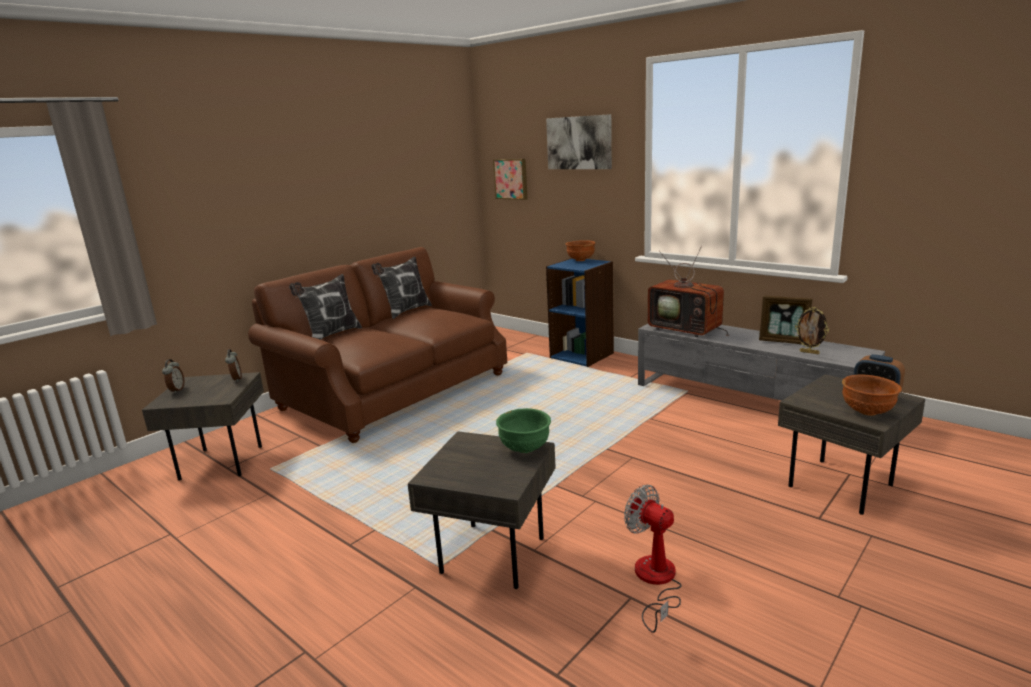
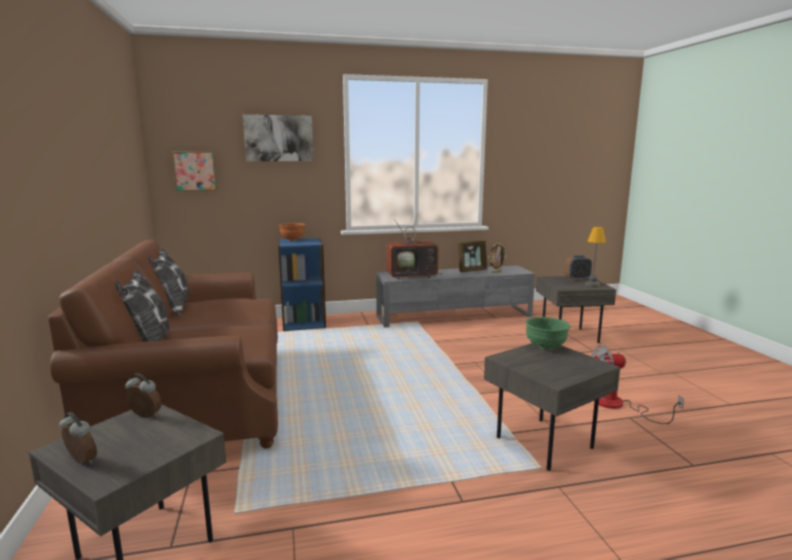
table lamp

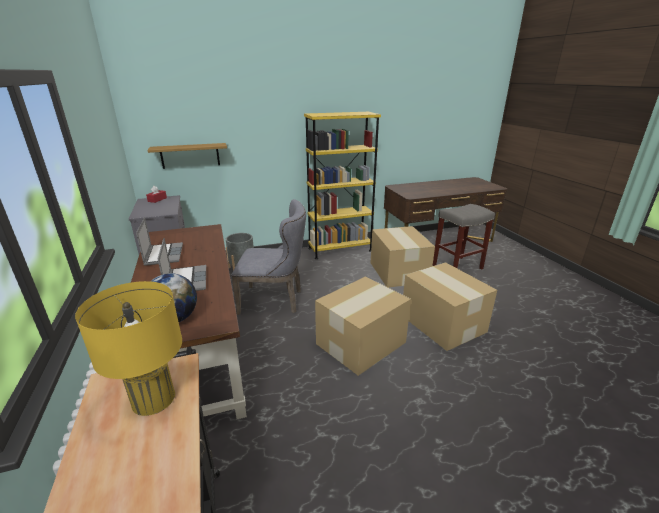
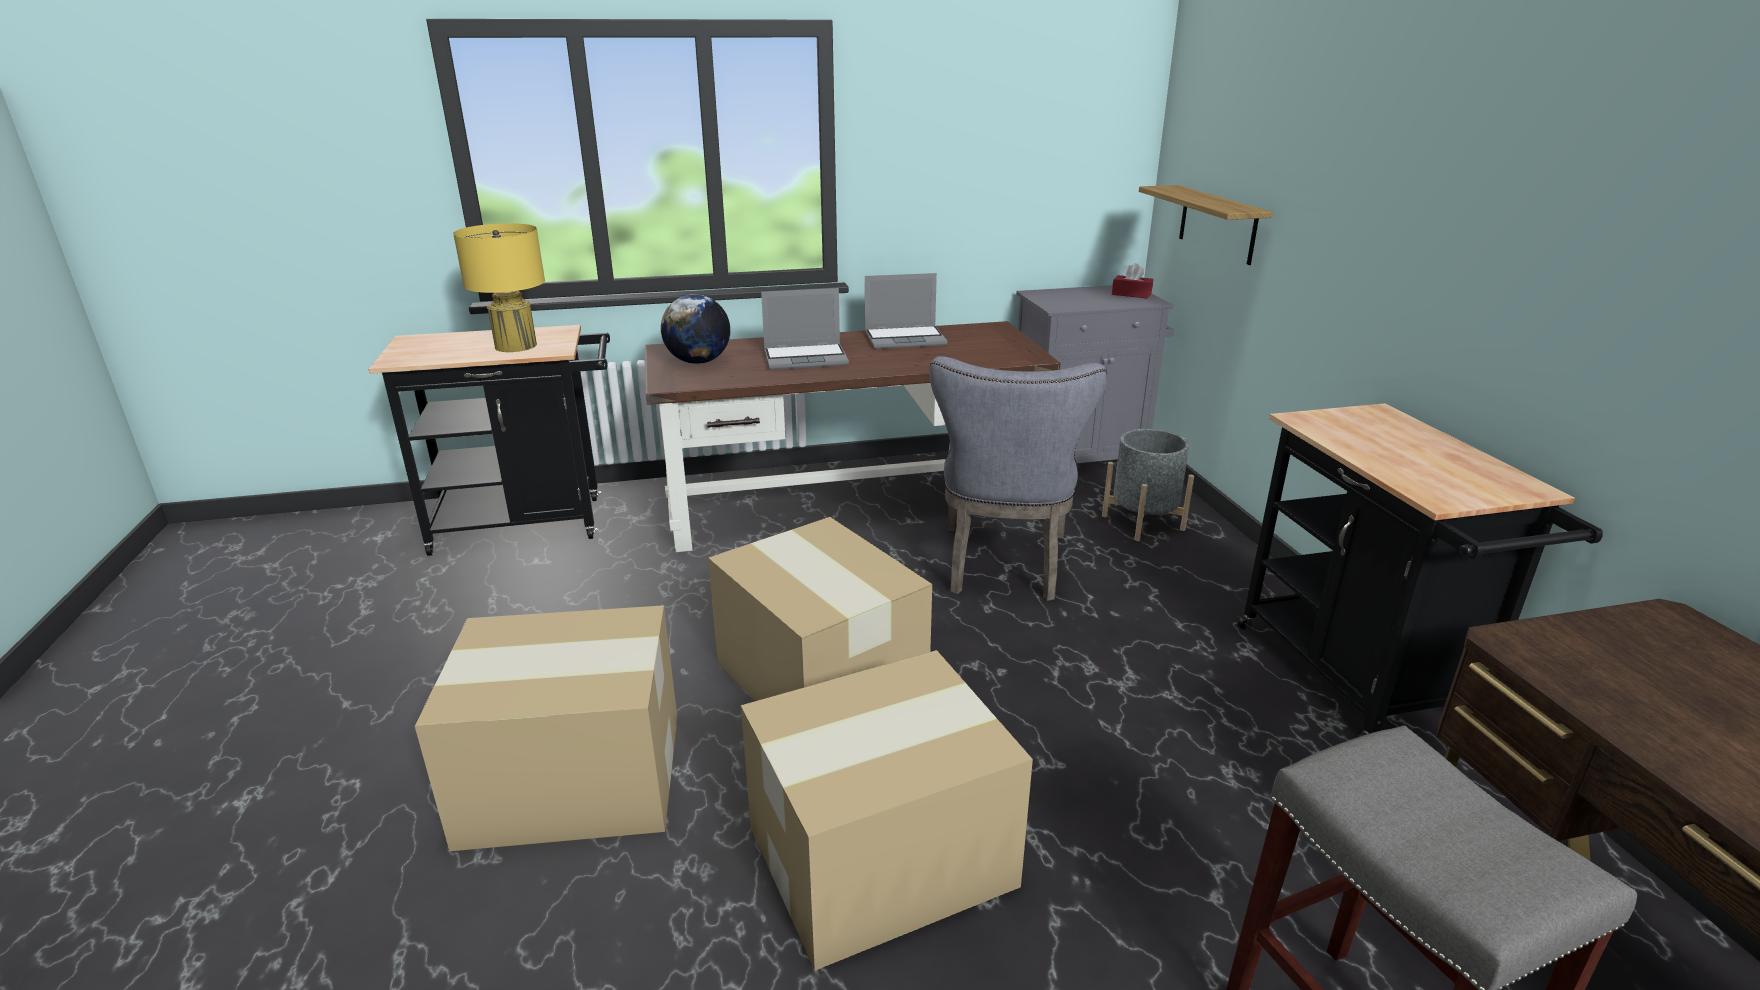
black-coloured trolley (2nd from left)
cardboard box (1st from left)

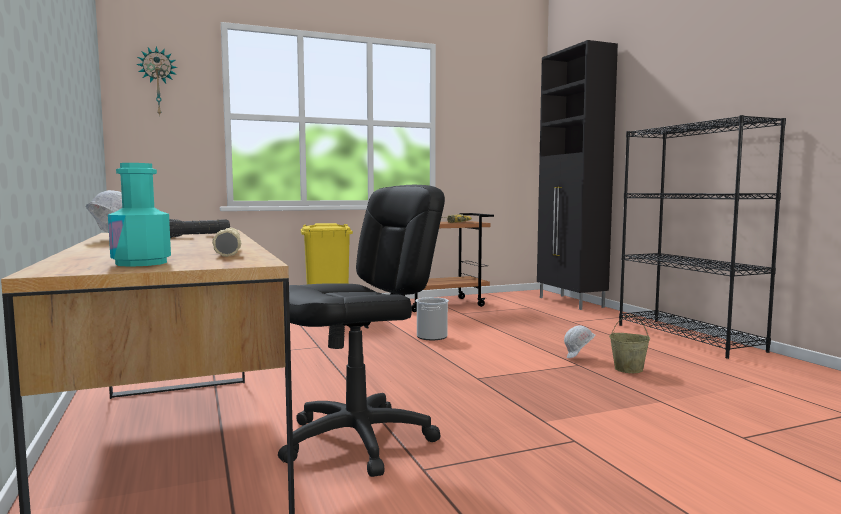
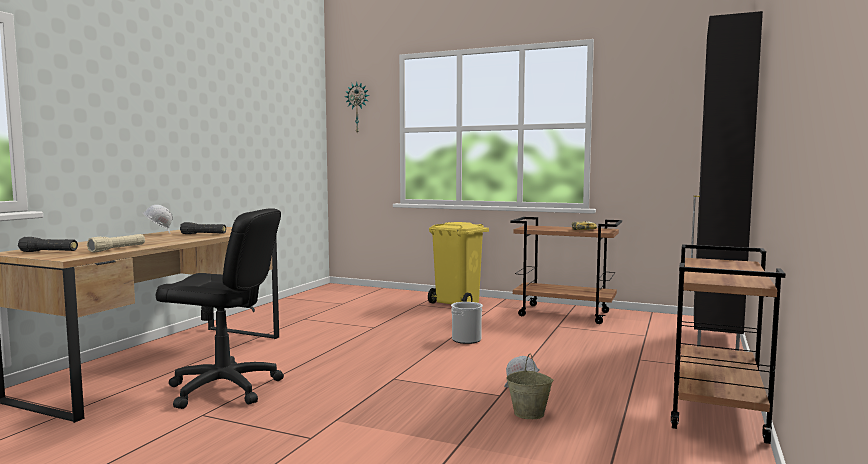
brownish trolley (2nd from left)
black-coloured hand torch (1st from left)

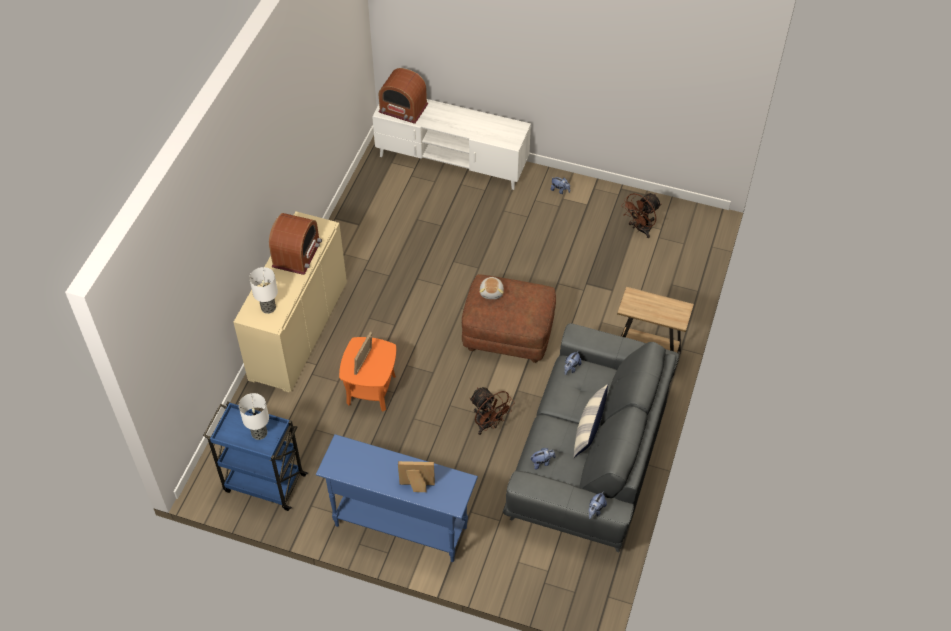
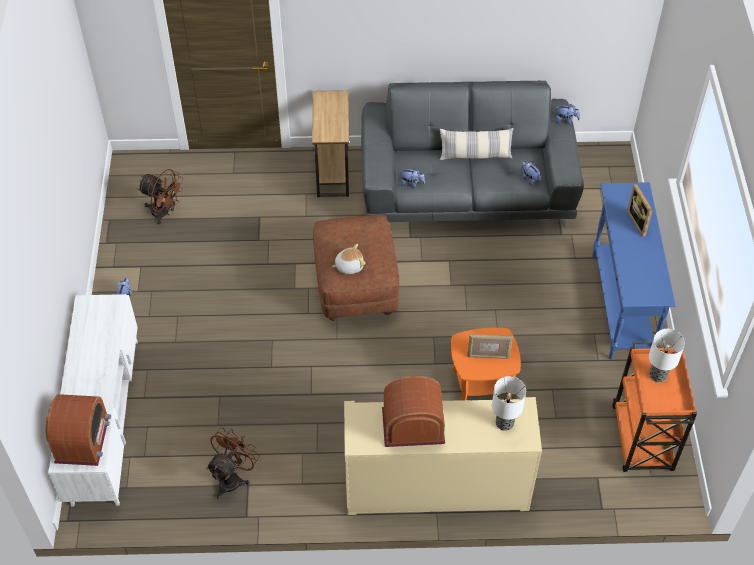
brownish fan (2nd from left)
orangey trolley

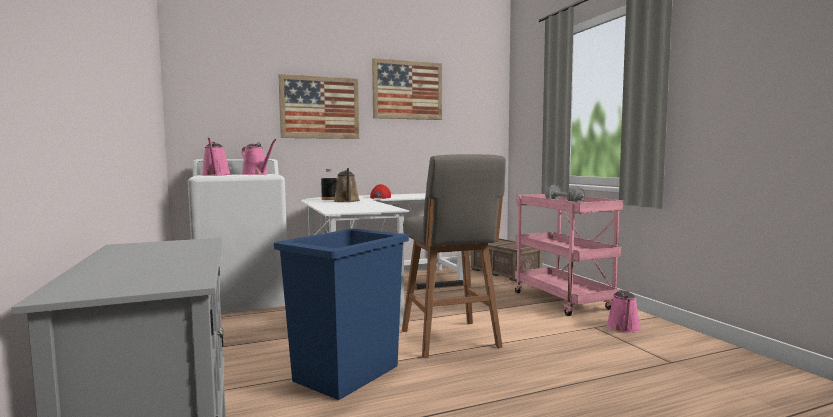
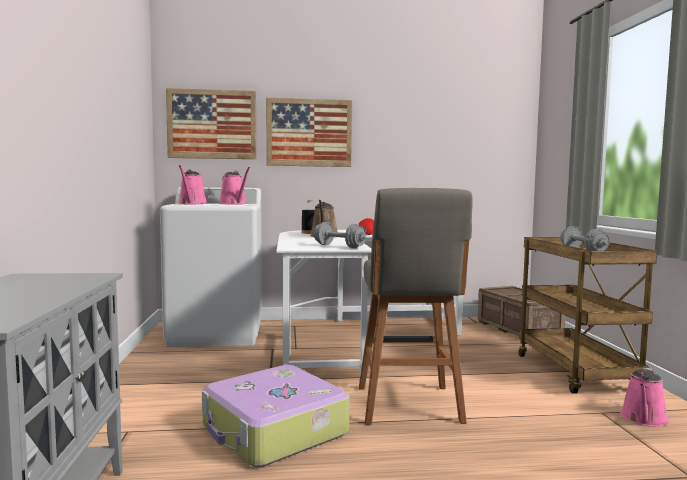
wall art (1st from left)
brownish trolley
piece of luggage
gray free weight (1st from left)

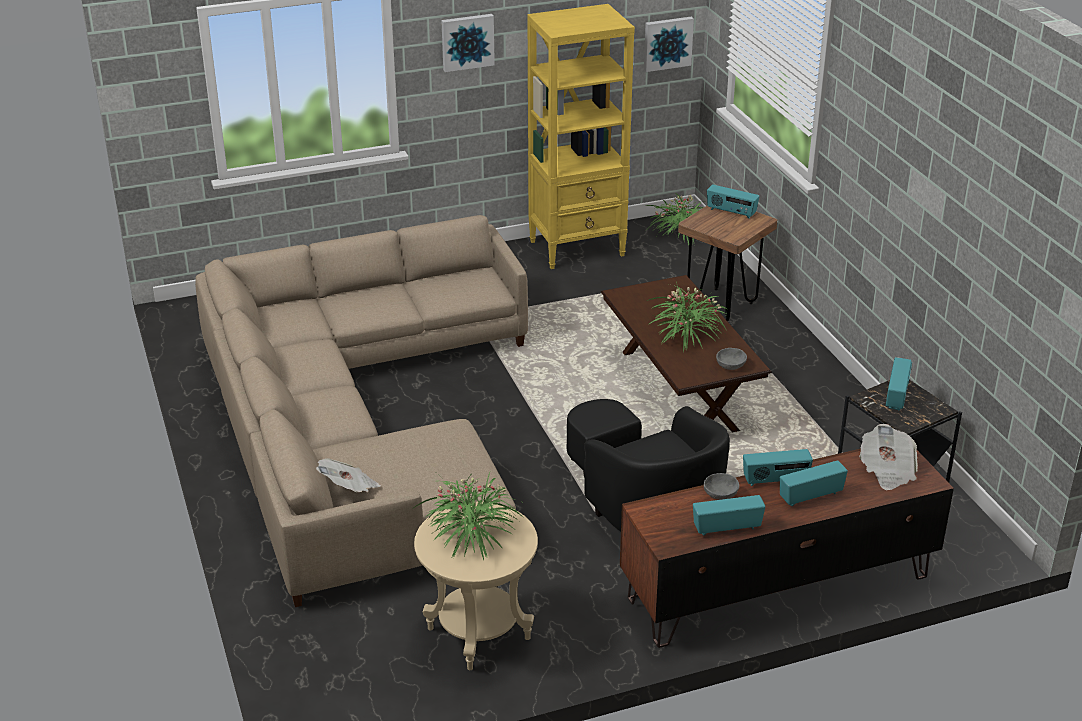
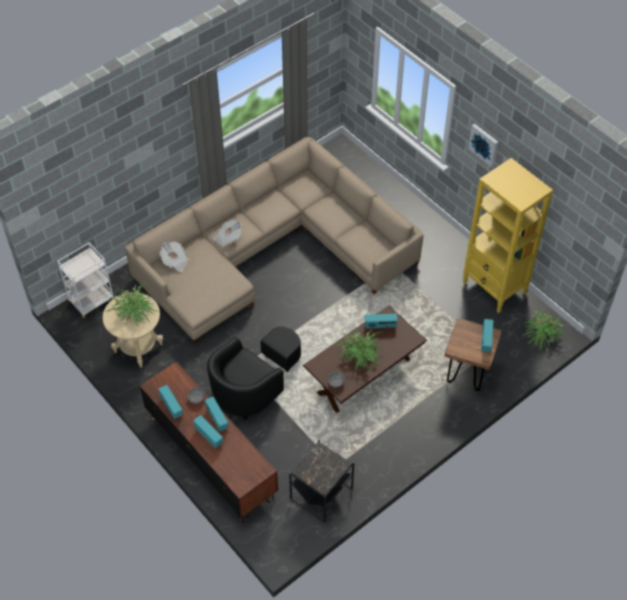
wall art (2nd from left in the first image)
radio receiver (4th from left)
newspaper (2nd from left)
white trolley

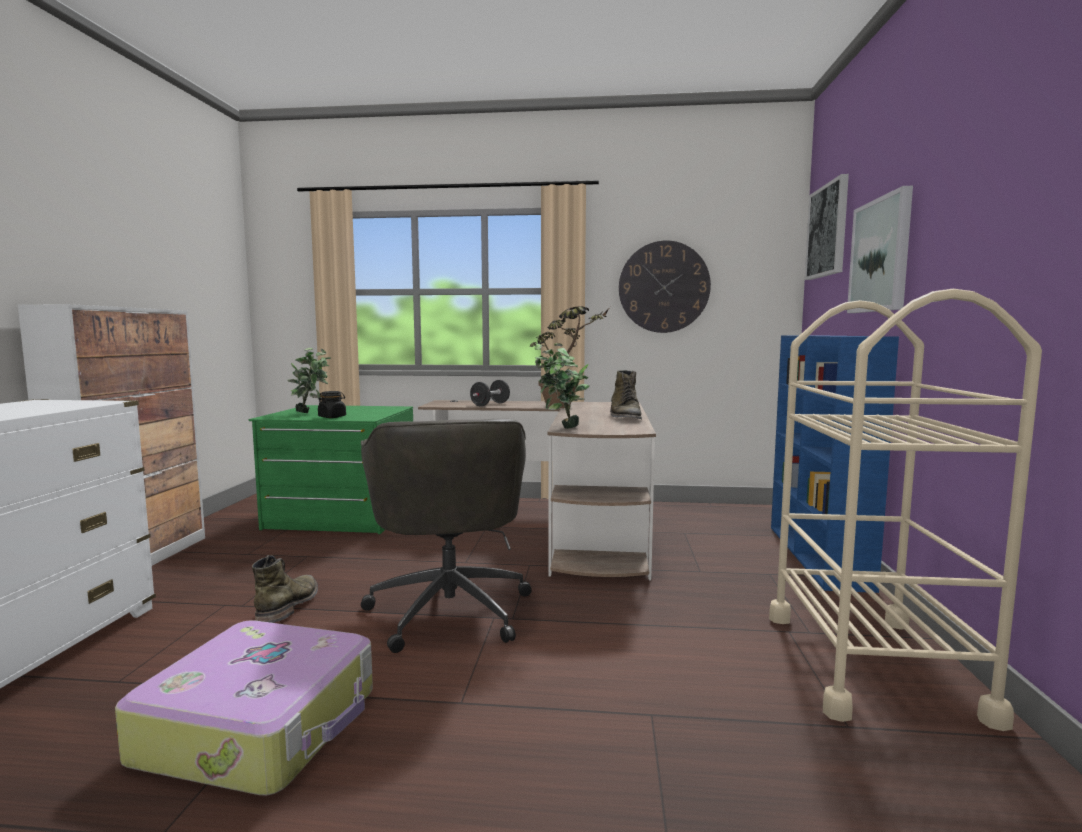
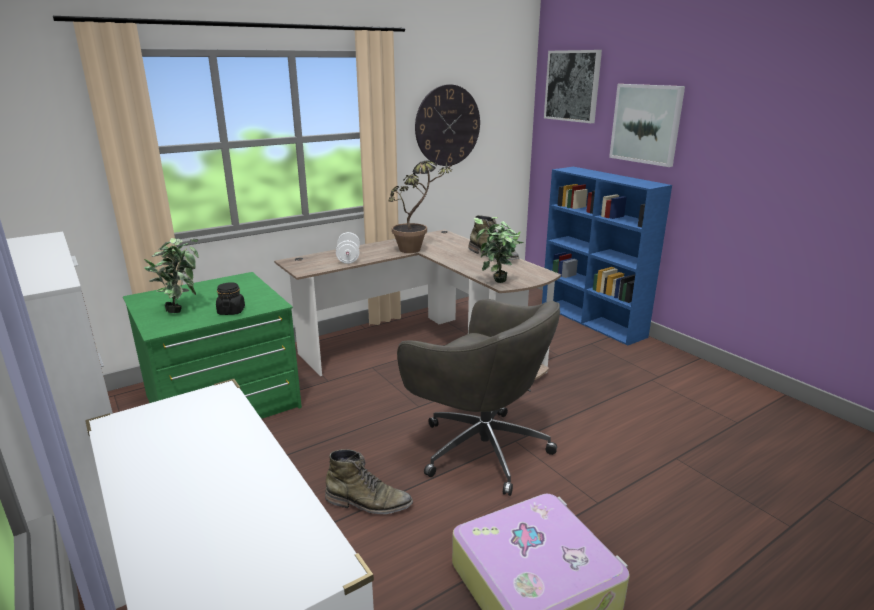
beige trolley
white free weight
green high-top boot (1st from left)

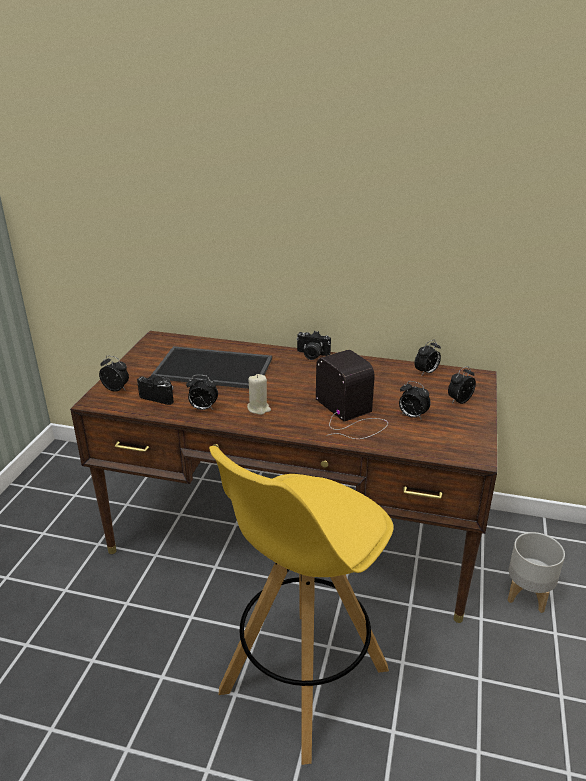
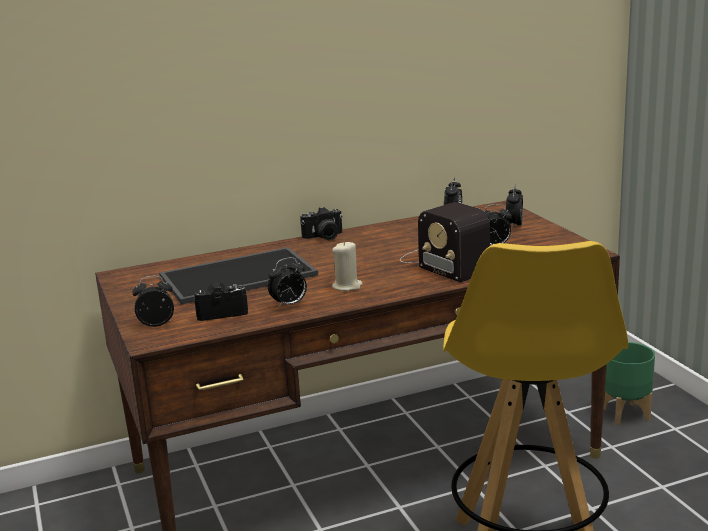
radio receiver
green plant pot

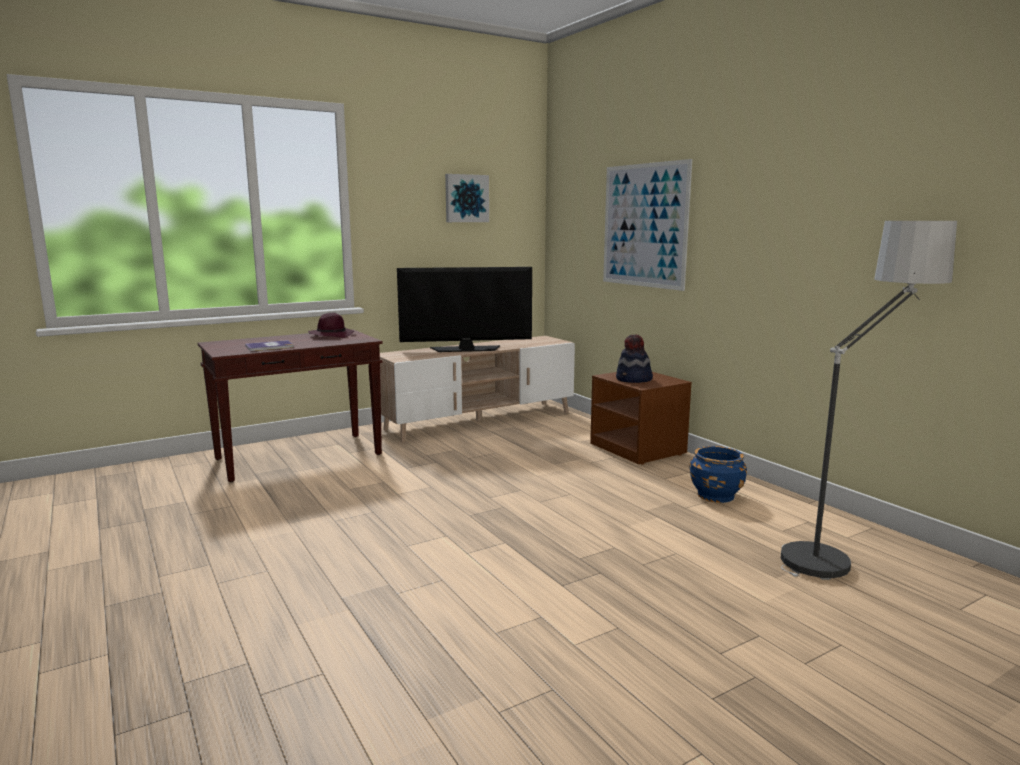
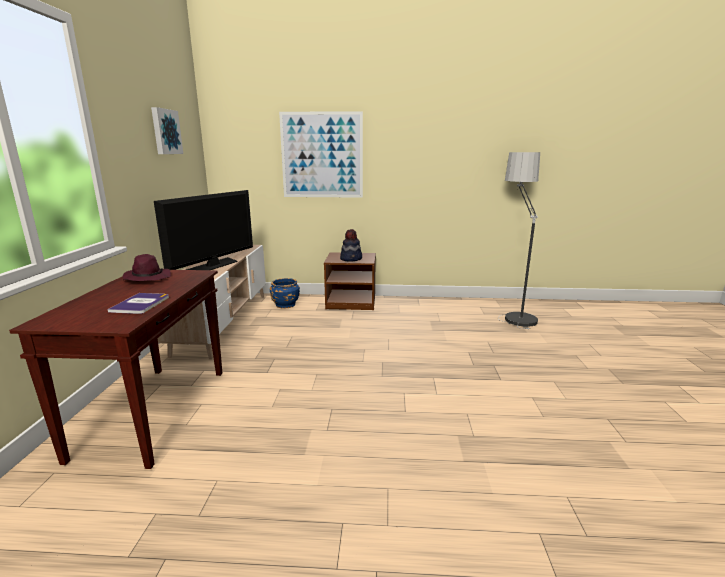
blue-coloured plant pot

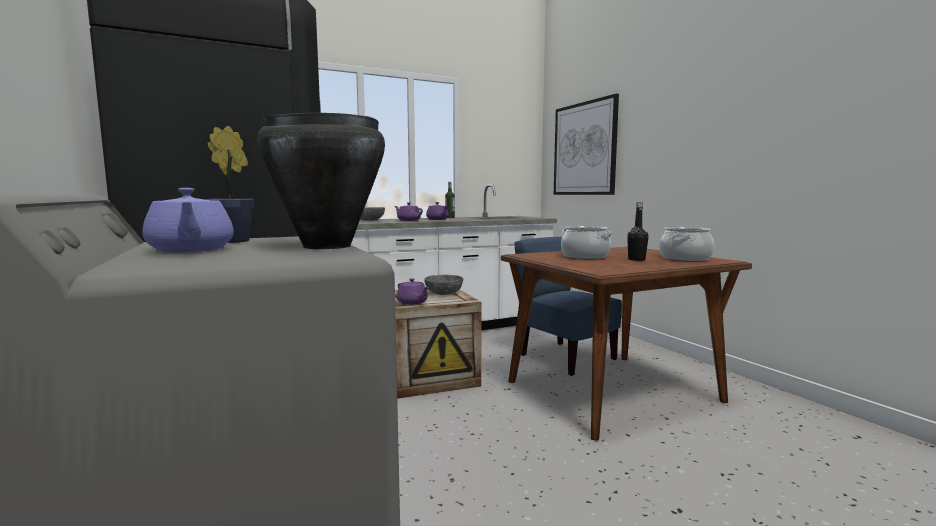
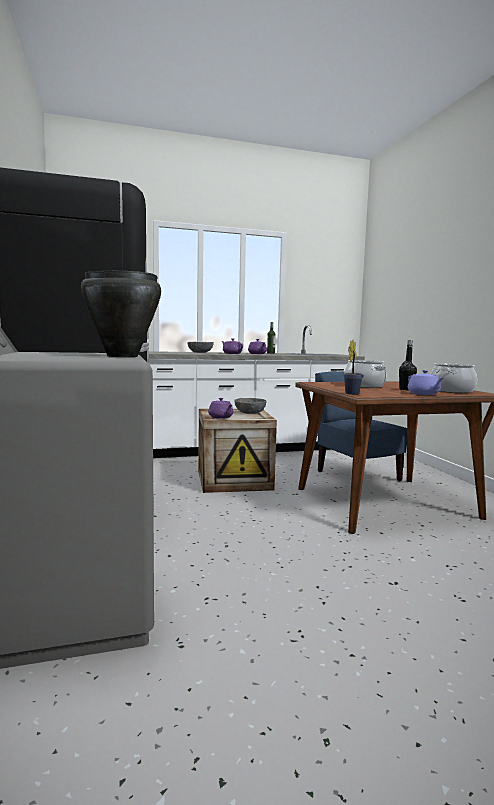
wall art
plant in a pot
purplish tea pot (4th from left)

